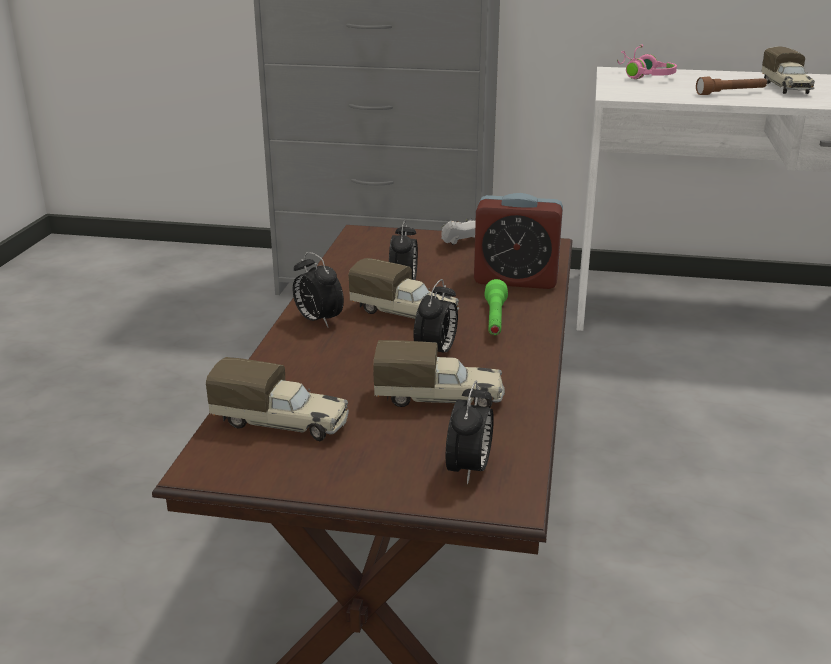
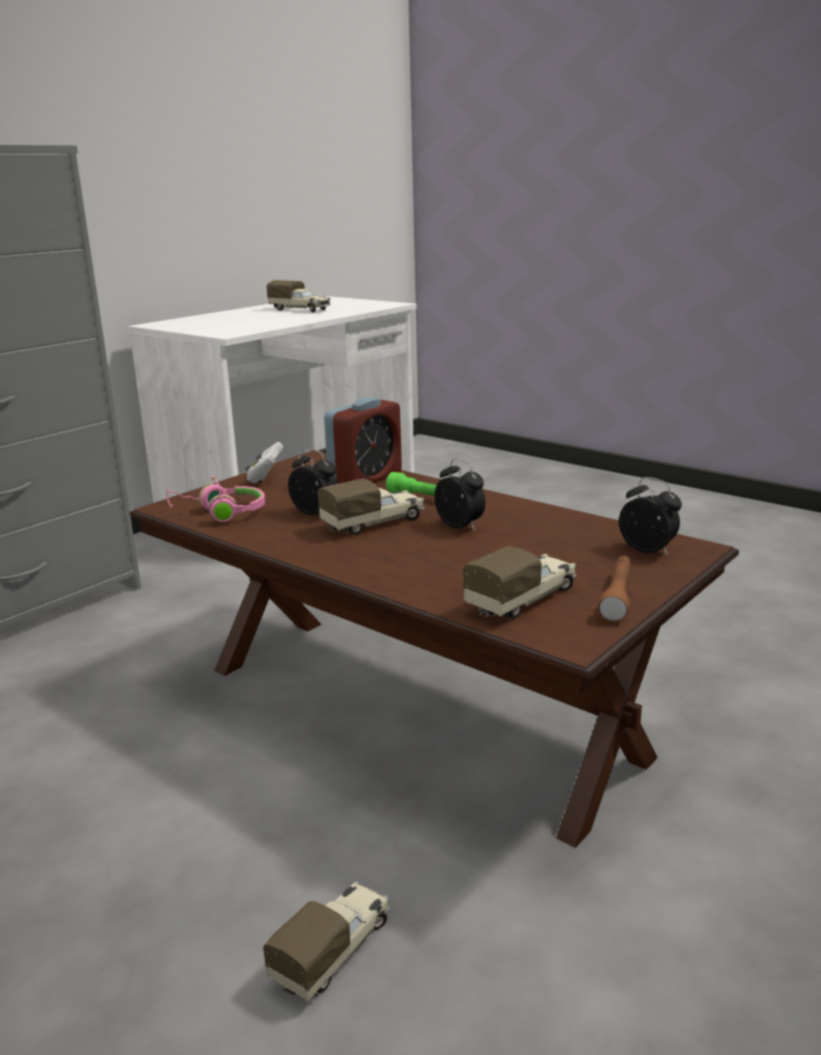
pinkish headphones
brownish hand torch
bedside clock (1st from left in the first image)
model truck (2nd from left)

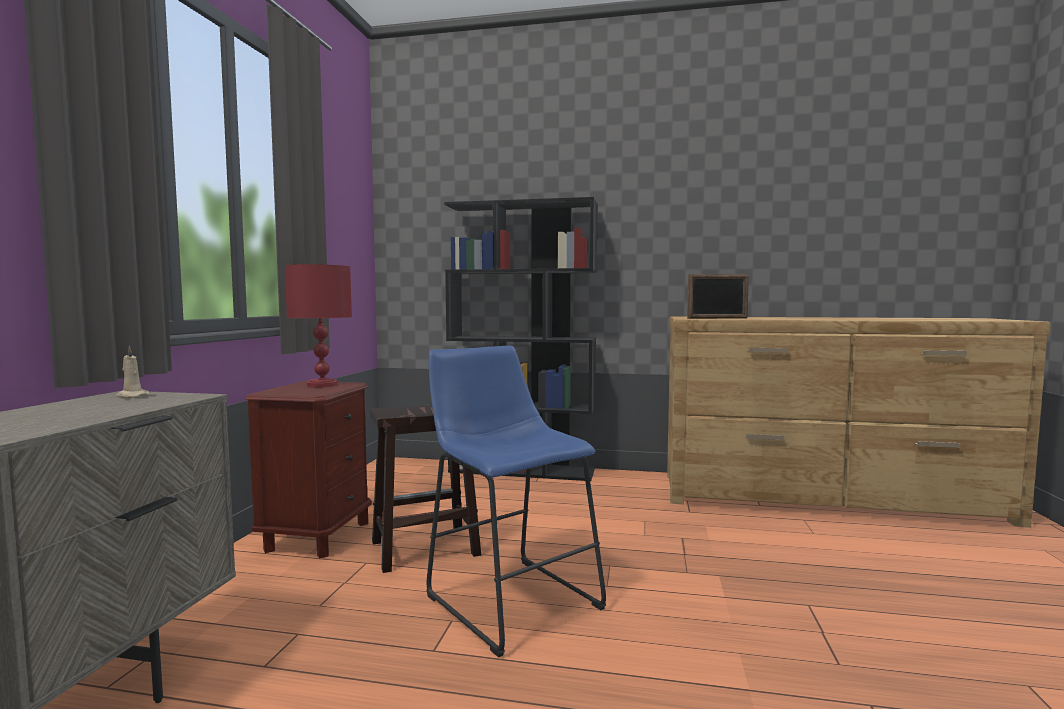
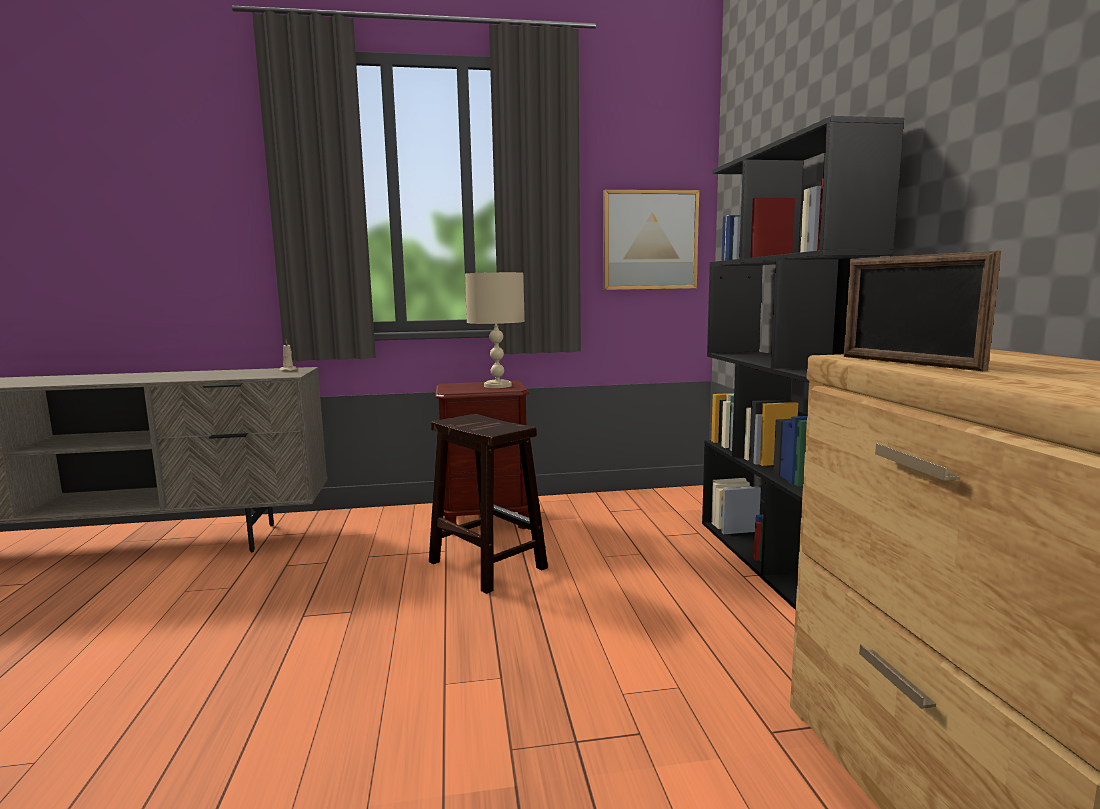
beige table lamp
blue-coloured sitting stool
wall art

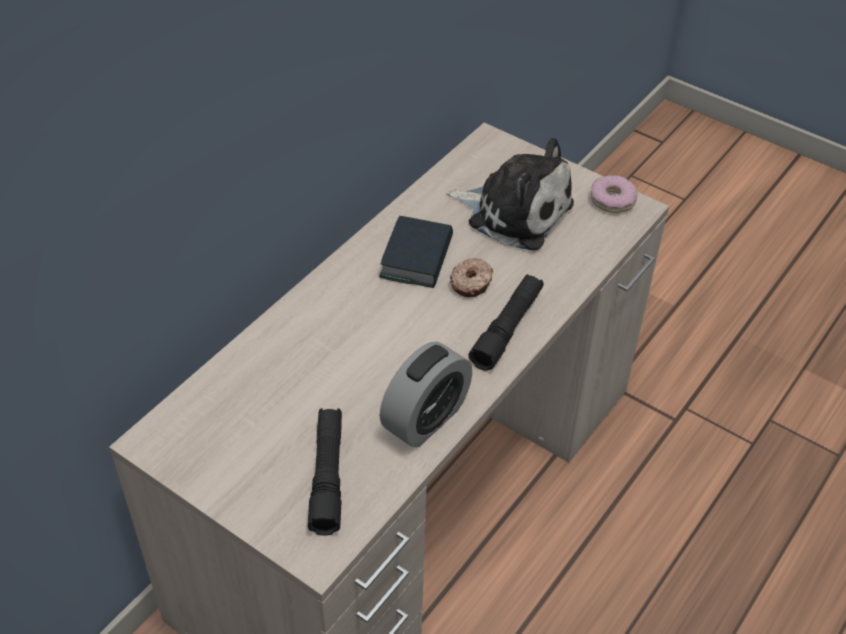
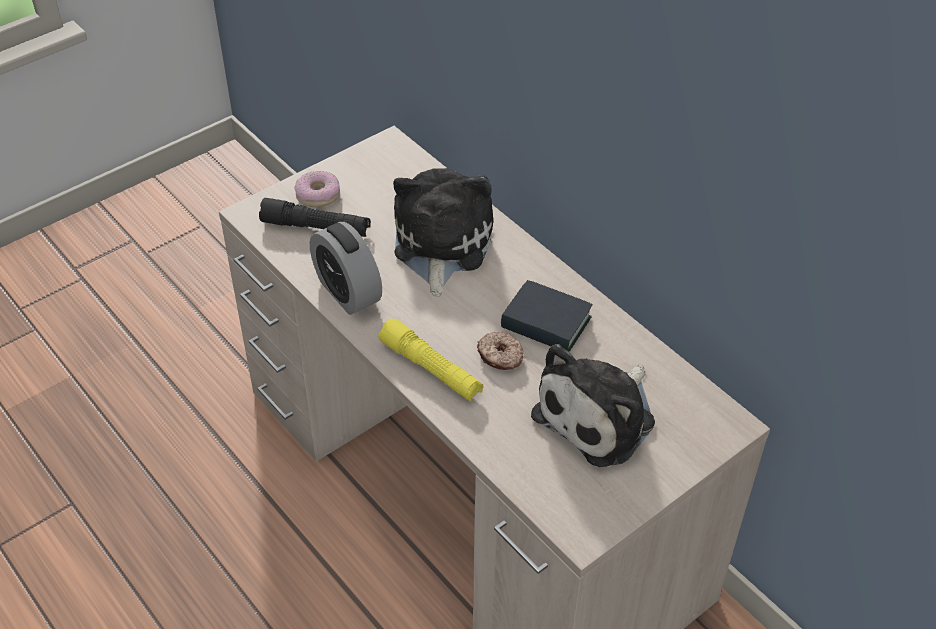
ring doughnut (1st from left)
yellow-coloured hand torch
plush toy (1st from left)

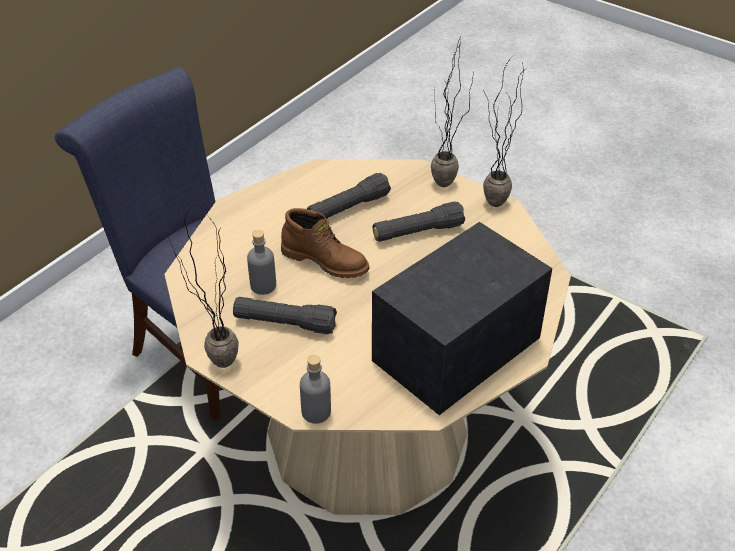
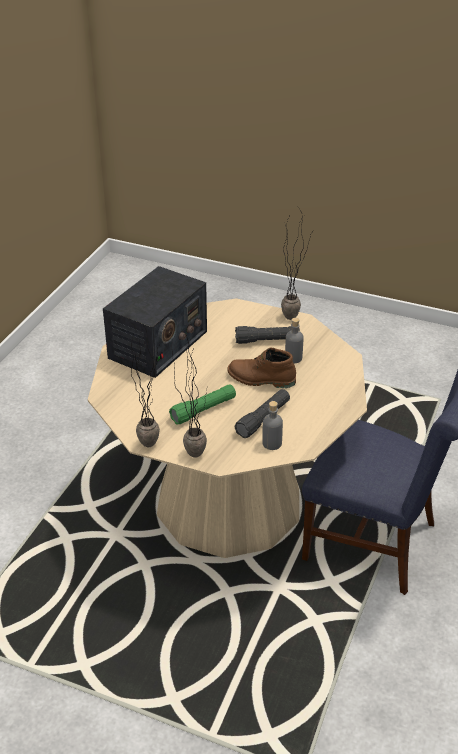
green hand torch
gray drink bottle (1st from left)

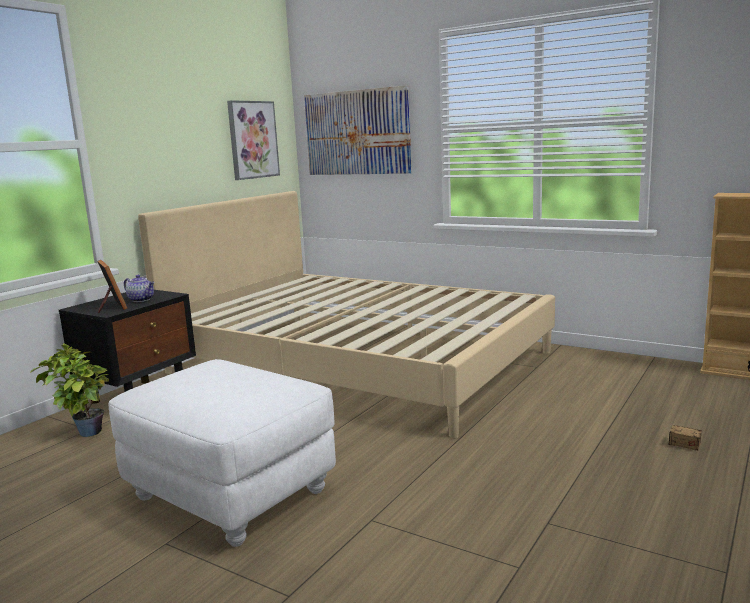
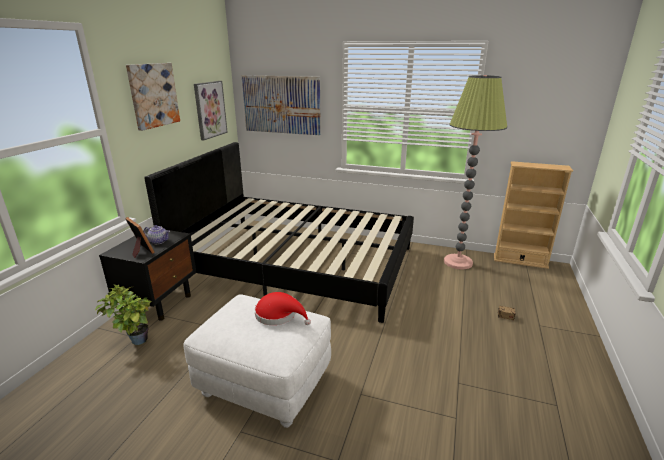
black-coloured sleeping bed
wall art (1st from left)
standard lamp
reddish clothing hat

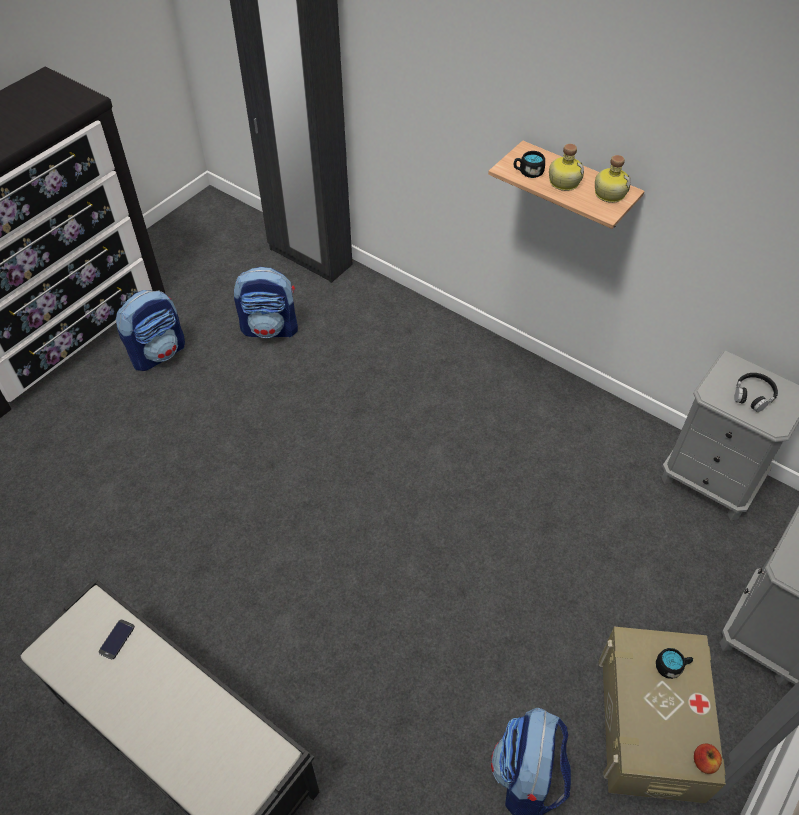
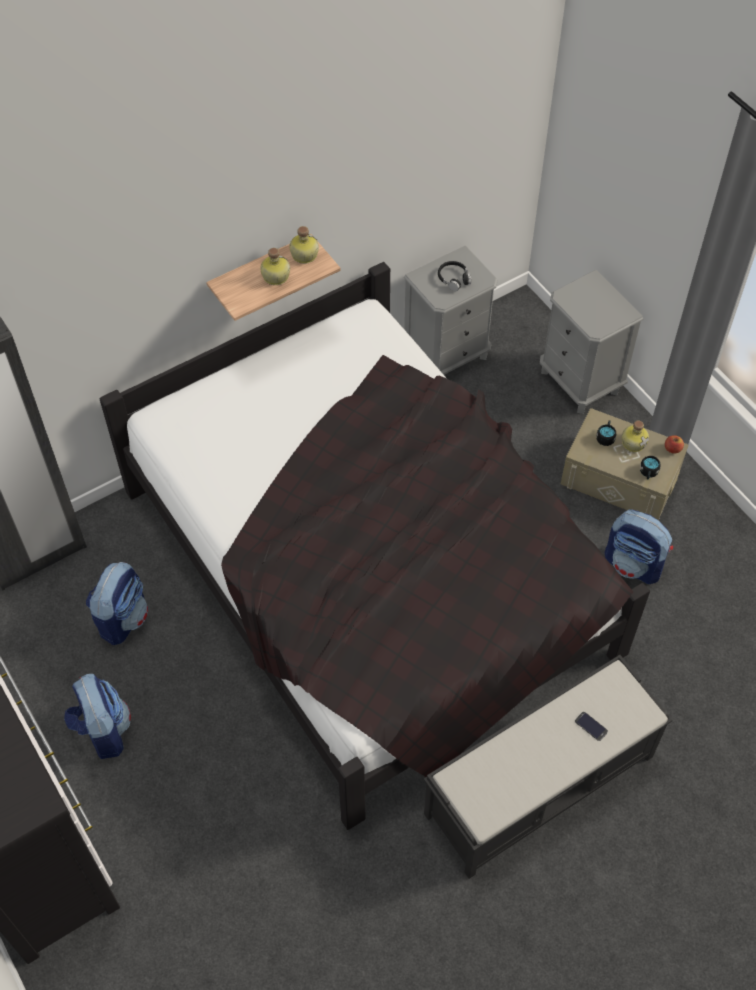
black-coloured tea mug (2nd from left)
phone
black-coloured sleeping bed
drink bottle (3rd from left)

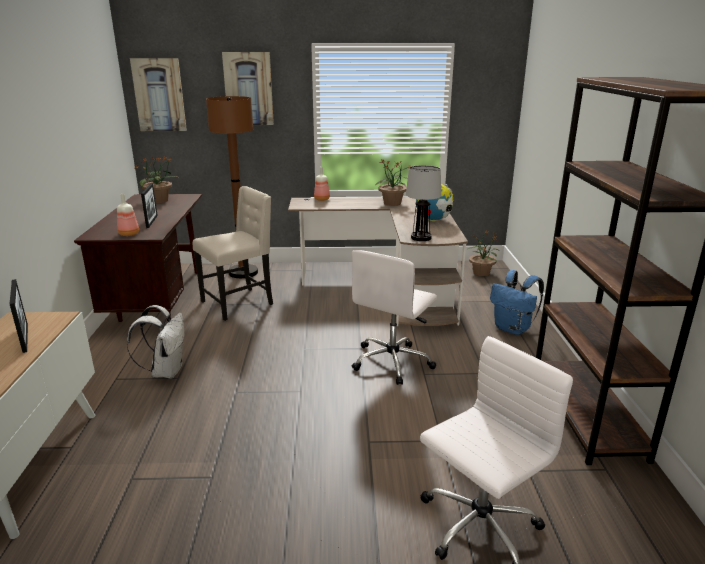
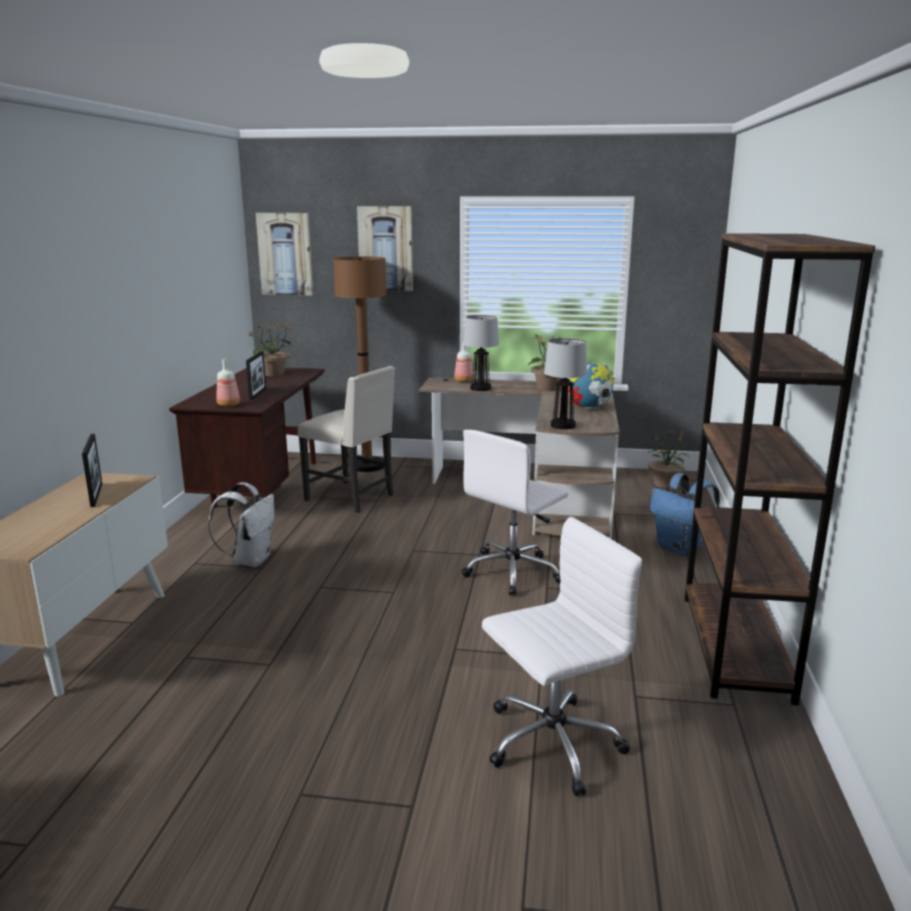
beige chair
table lamp (1st from left)

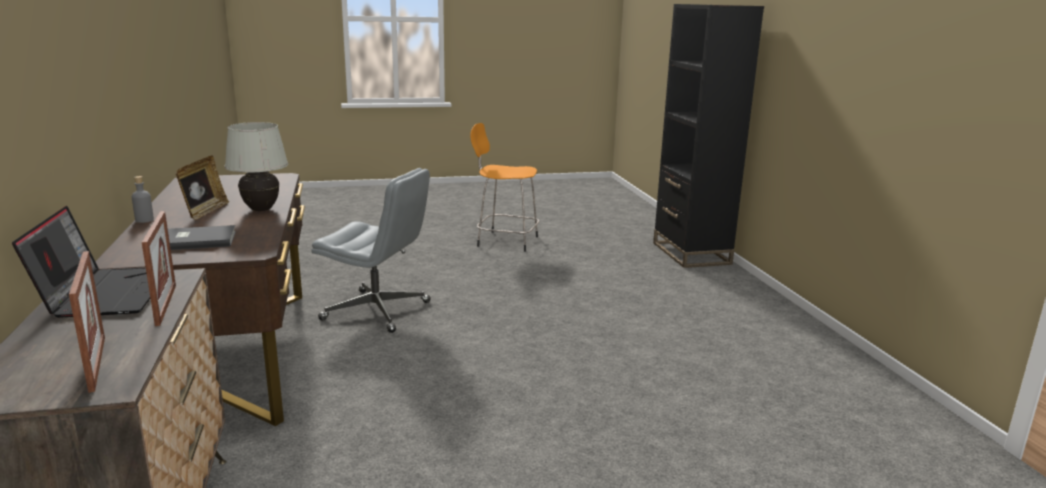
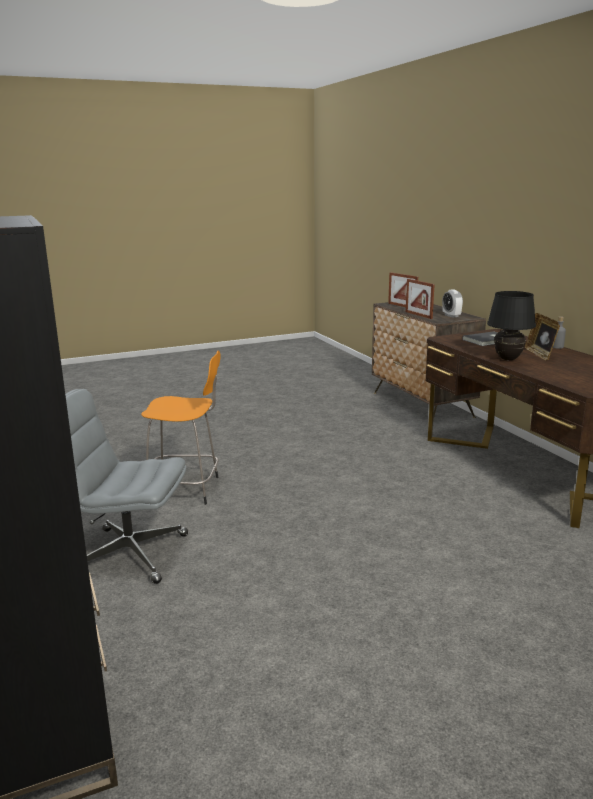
black-coloured table lamp
orangey sitting stool
gray office chair
bedside clock

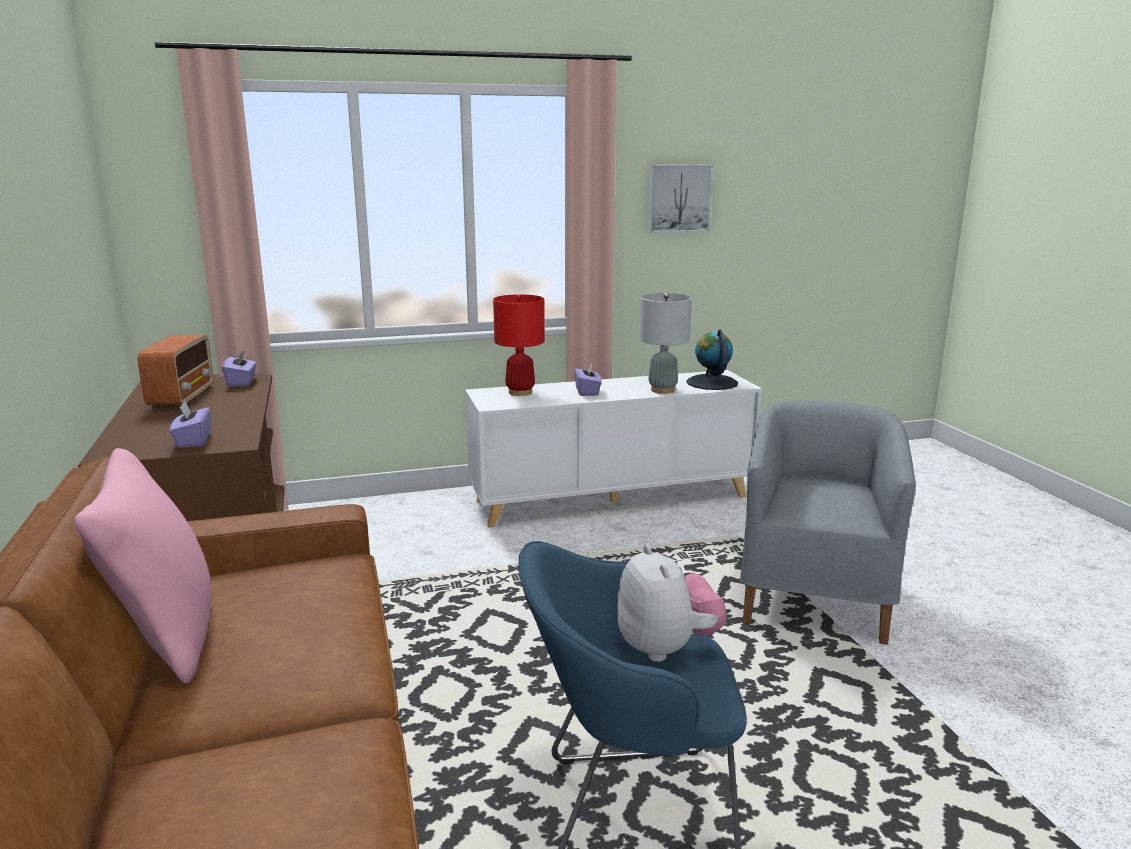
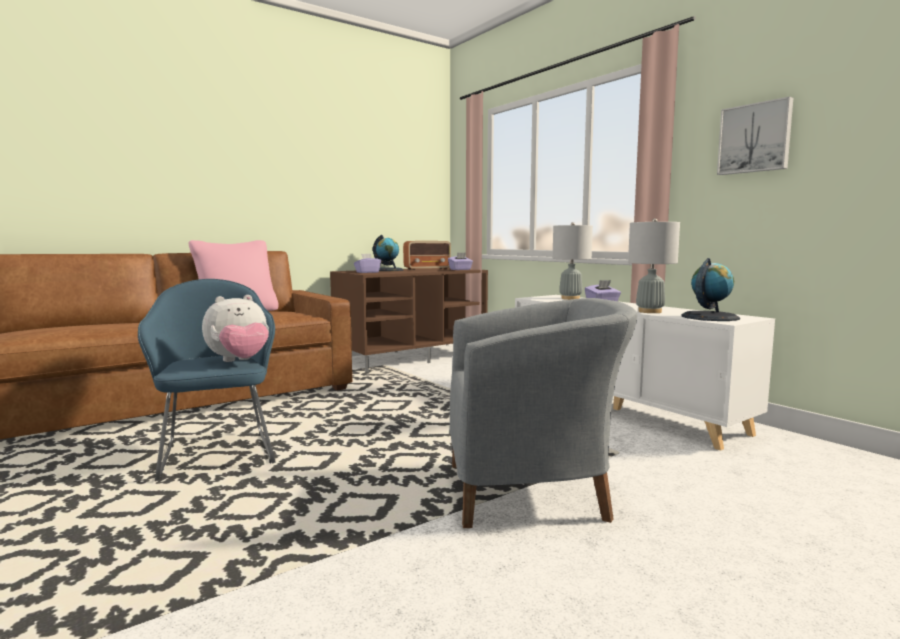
gray table lamp (1st from left)
world globe (1st from left)

